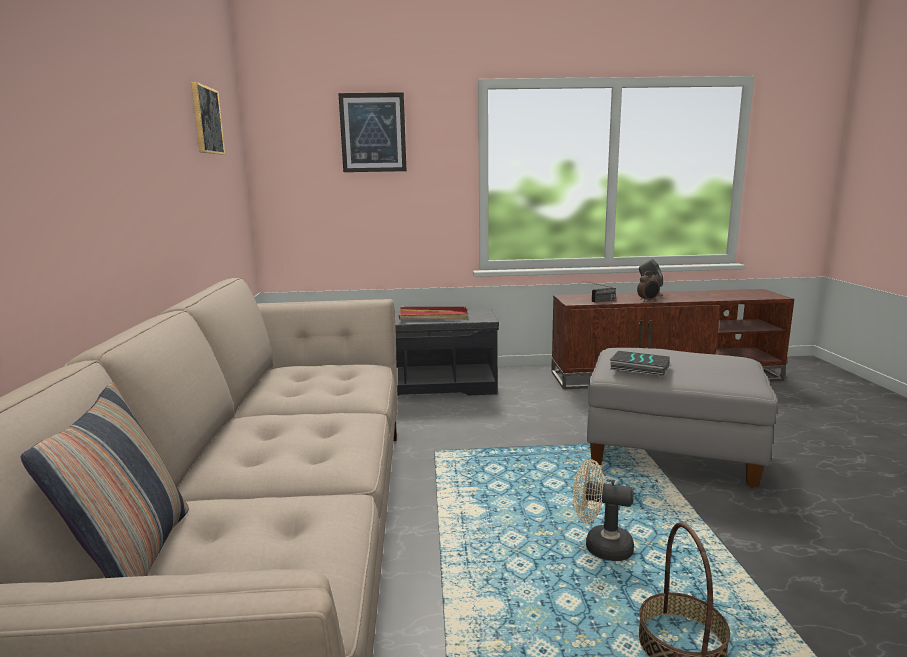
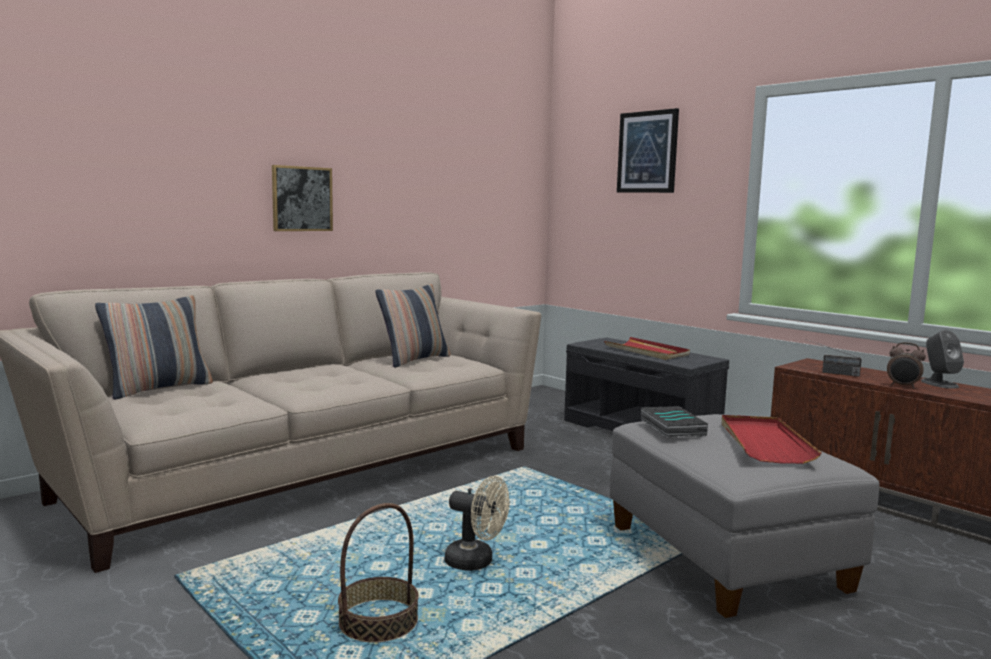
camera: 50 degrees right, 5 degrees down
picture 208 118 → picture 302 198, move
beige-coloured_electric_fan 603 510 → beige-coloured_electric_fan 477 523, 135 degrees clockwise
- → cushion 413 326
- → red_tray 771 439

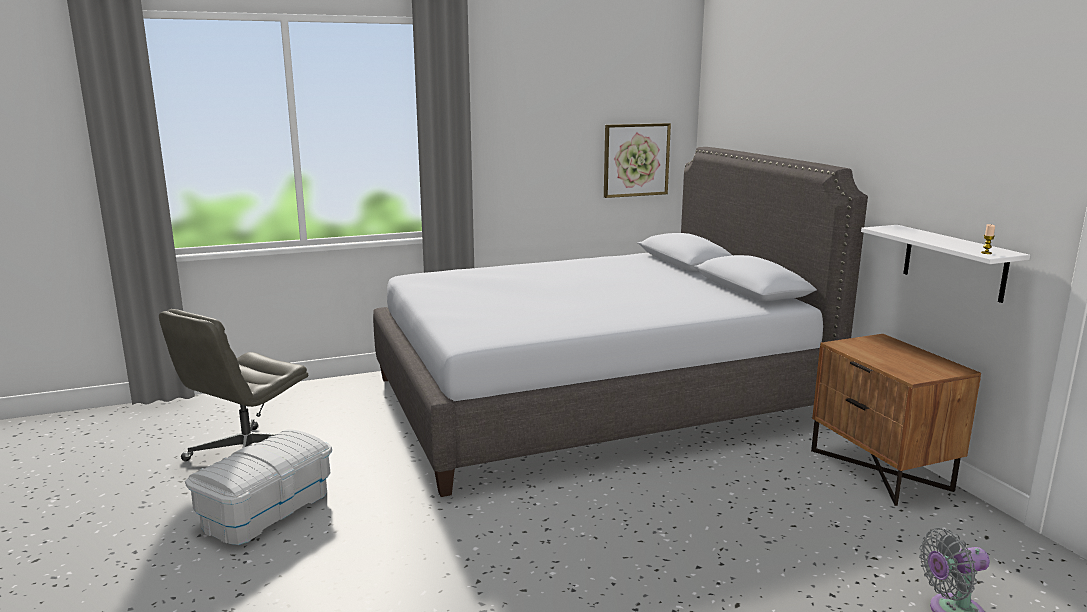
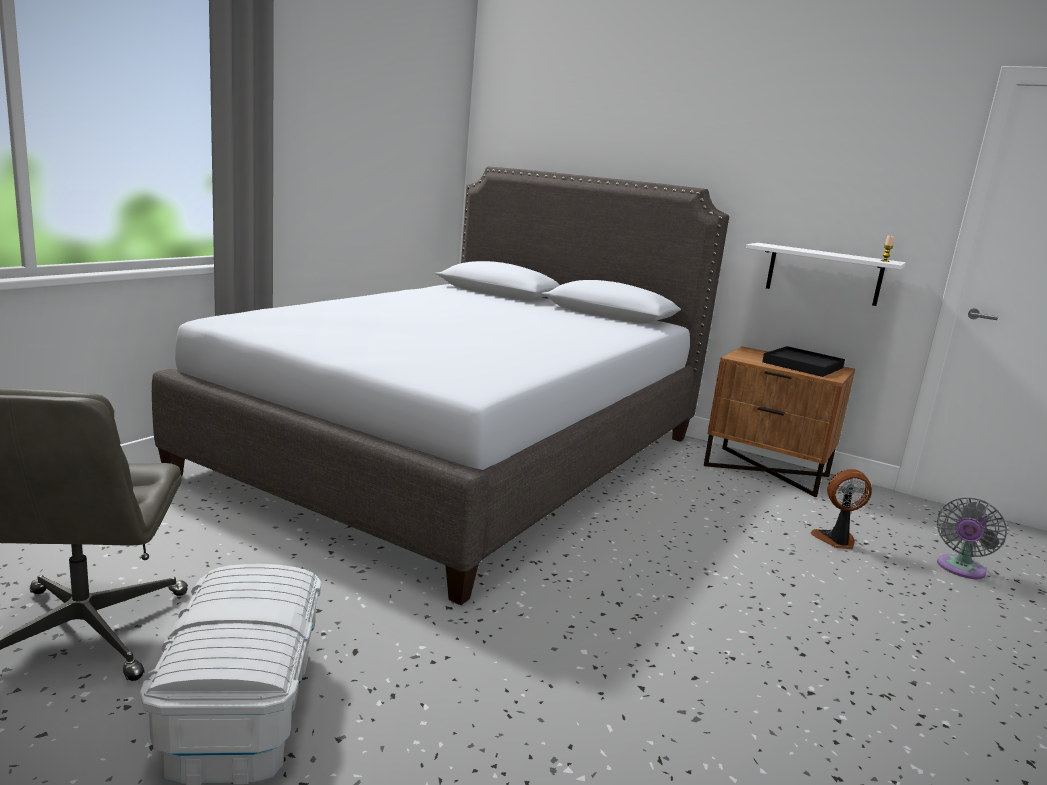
camera: 40 degrees left, 0 degrees up
picture 637 160 → -
- → blackish_tray 803 361
- → electric_fan 841 509

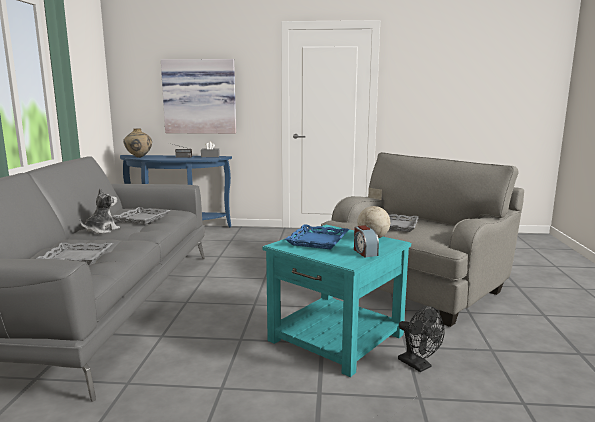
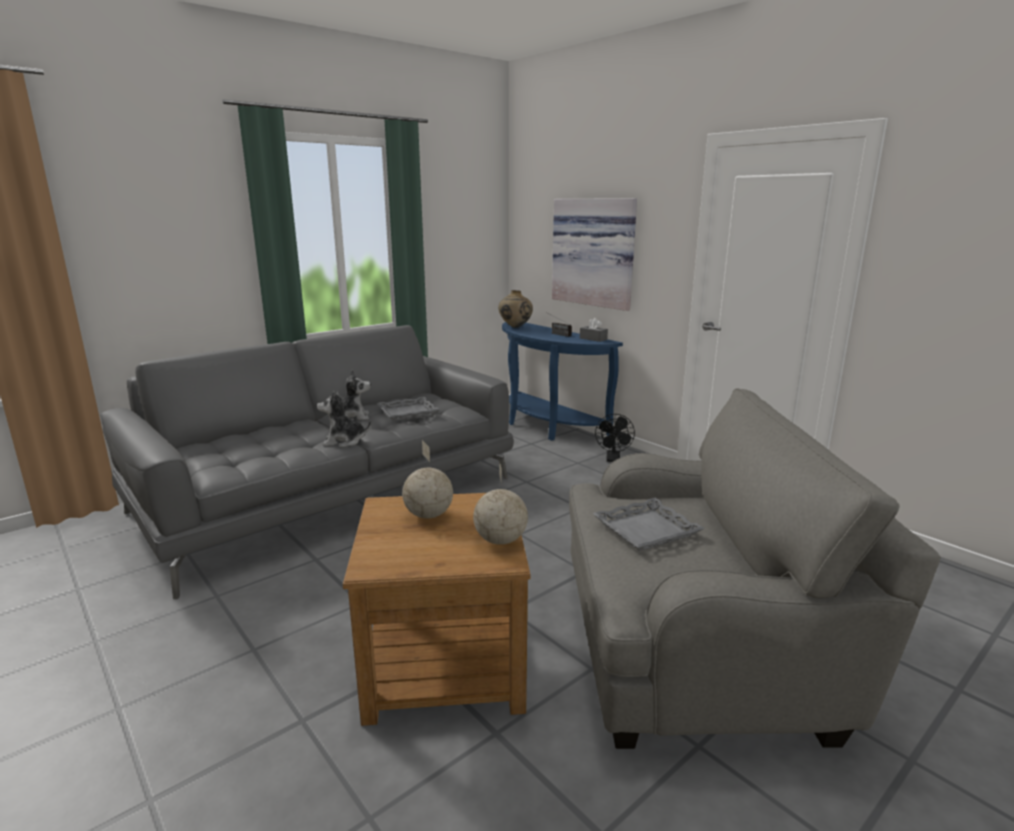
camera: 45 degrees right, 5 degrees up
greyish_tray 74 254 → -
turquoise_end_table 337 301 → brownish_end_table 436 609
bluish_tray 317 237 → globe 427 479
alarm_clock 366 241 → -
blackish_electric_fan 421 339 → blackish_electric_fan 615 438, move
- → soft_toy 344 419

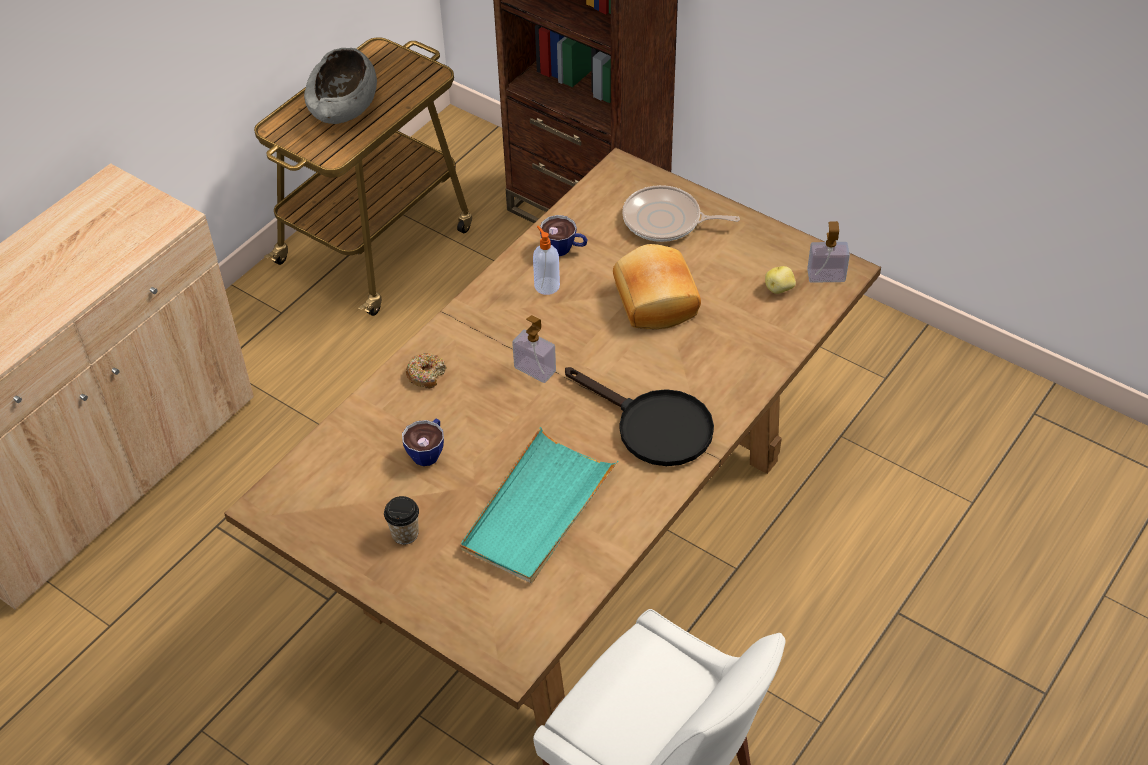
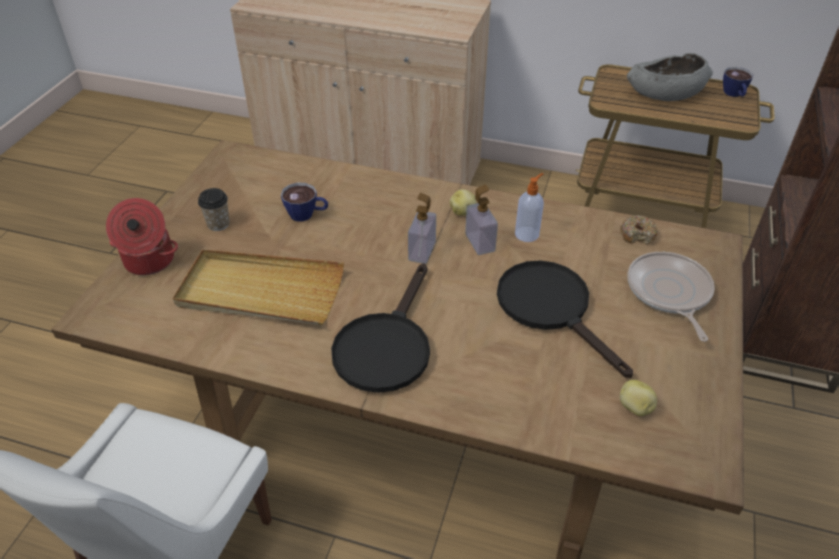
camera: 70 degrees right, 5 degrees down
donut 426 371 → donut 639 229, move
turquoise_tray 539 505 → beige-coloured_tray 258 287
small_cup 564 235 → small_cup 738 82, move
bakery_bread 657 286 → blackish_skillet 565 319
liquid_soap_bottle 828 252 → liquid_soap_bottle 481 219, move
- → stockpot 142 236
- → potato 463 202

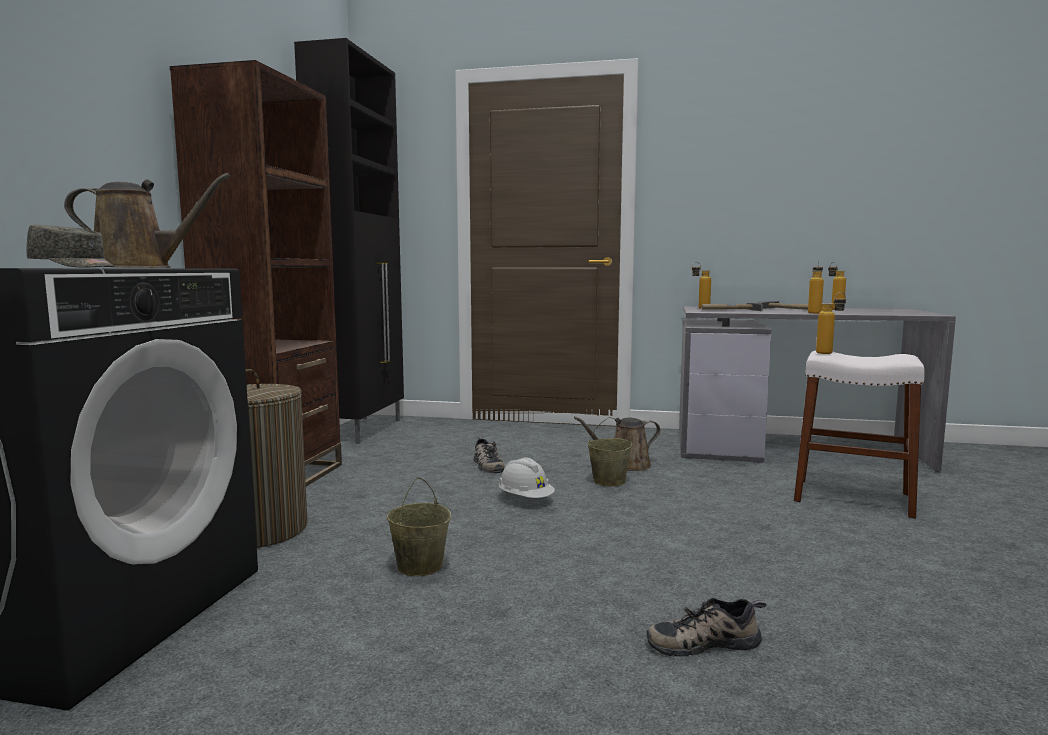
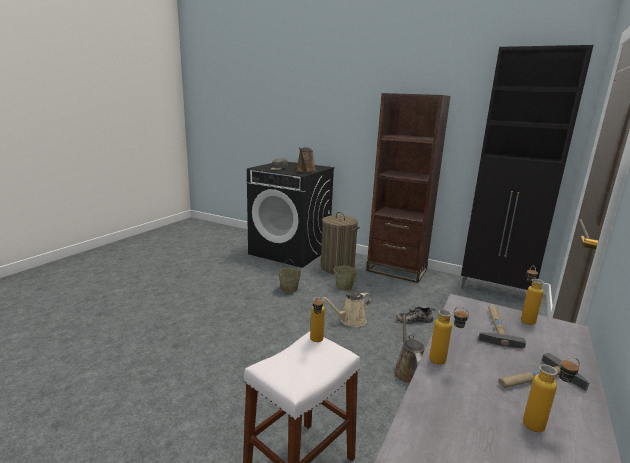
camera: 105 degrees right, 10 degrees up
white_safety_helmet 526 478 → beige-coloured_watering_can 347 309
beige-coloured_bucket 610 452 → beige-coloured_bucket 346 274, move
item_of_footwear 706 627 → -

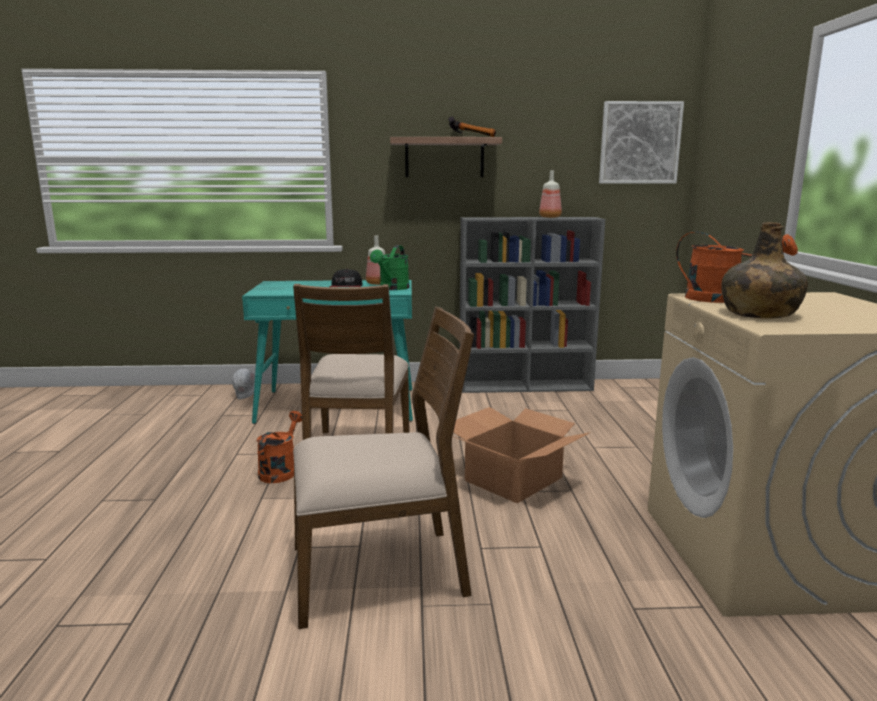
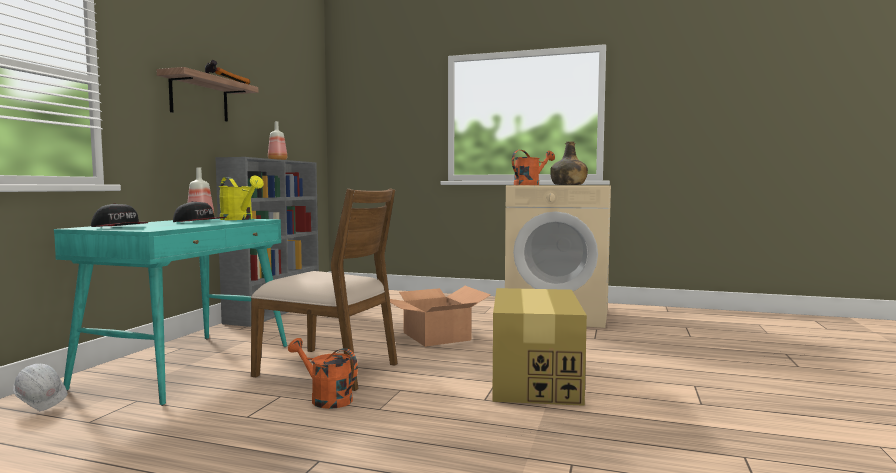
camera: 70 degrees left, 10 degrees down
brownish_plain_chair 383 467 → packing_box 539 347
green_watering_can 389 267 → yellow_watering_can 241 198
picture 641 142 → -
- → baseball_cap 120 215

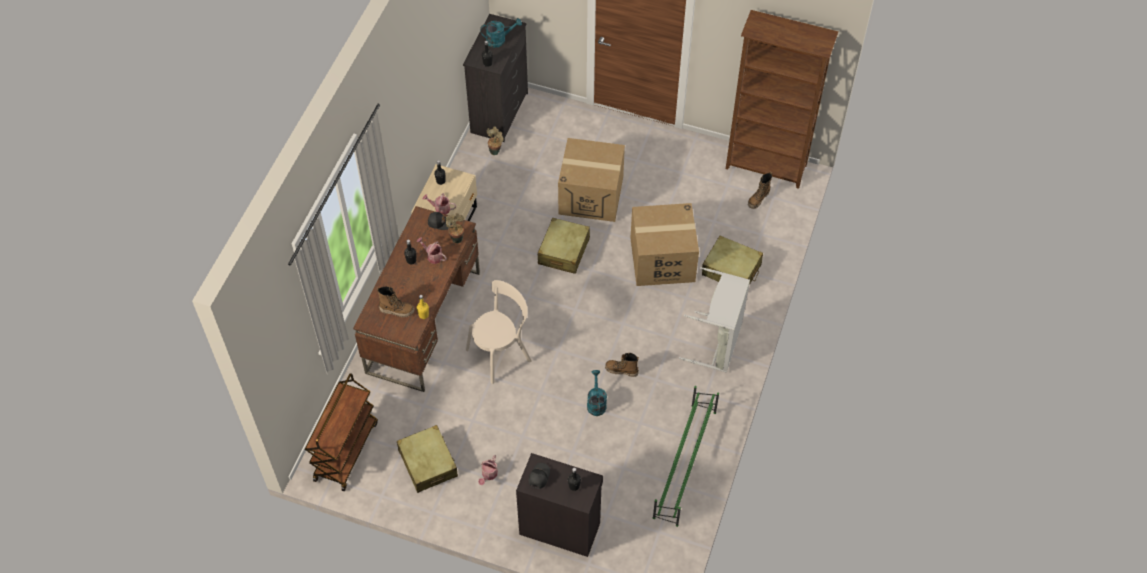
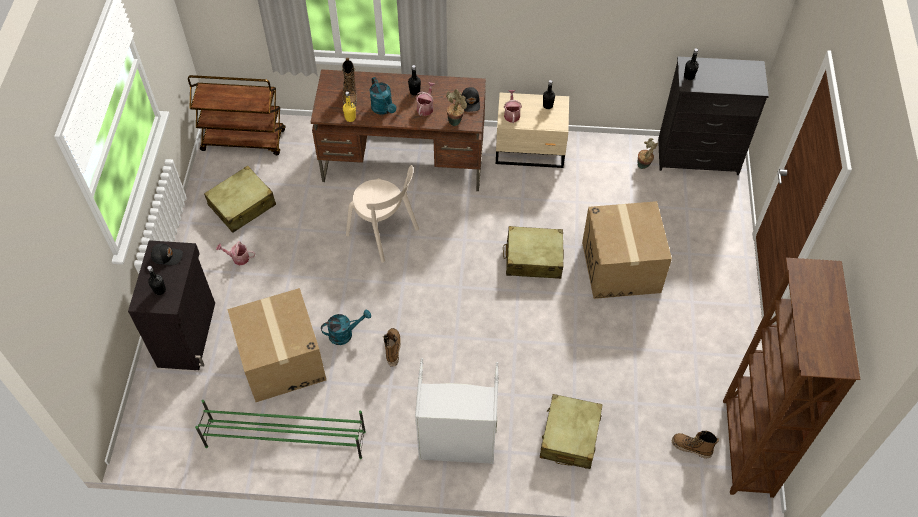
camera: 75 degrees right, 0 degrees up
turquoise_watering_can 501 33 → turquoise_watering_can 383 96, move
packing_box 664 244 → packing_box 276 345, move

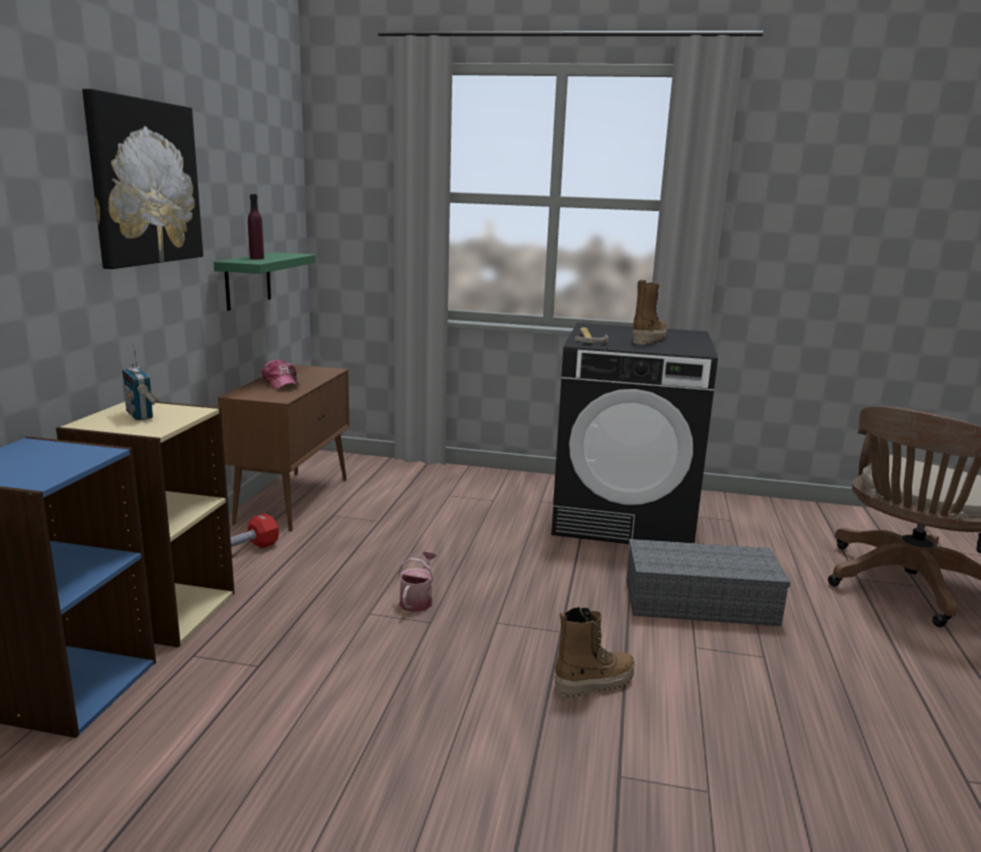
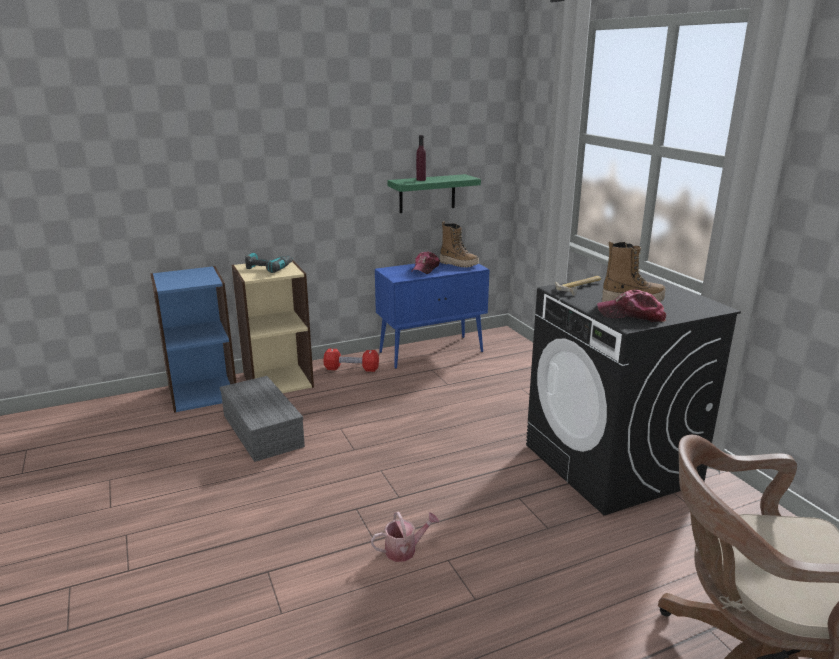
camera: 55 degrees right, 5 degrees up
picture 142 179 → -
radio_receiver 140 382 → drill 269 263
brownish_cabinet 283 447 → bluish_cabinet 432 316
watering_can 417 582 → watering_can 405 537, move
high-top_boot 594 652 → high-top_boot 459 244, move
greyish_storage_box 708 582 → greyish_storage_box 262 419, move
- → baseball_cap 632 306

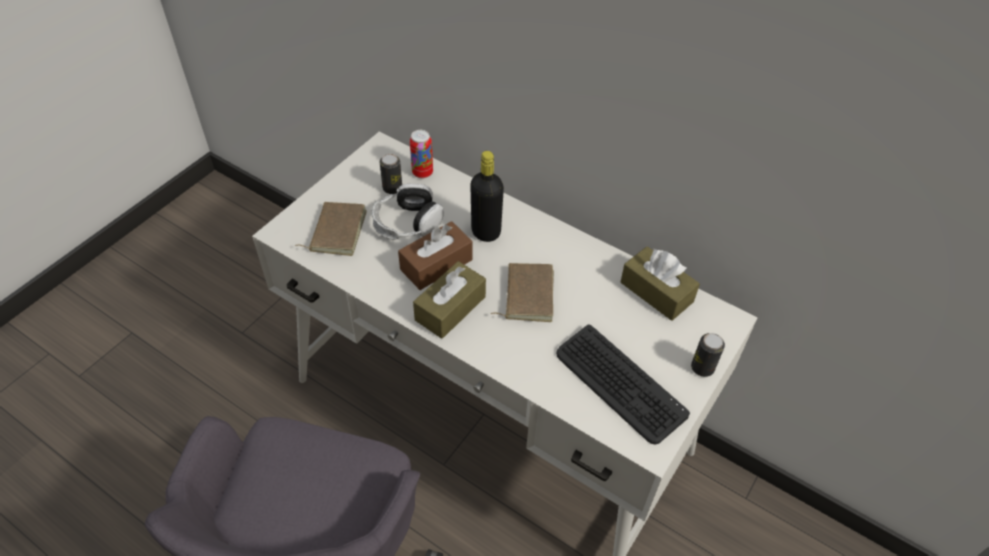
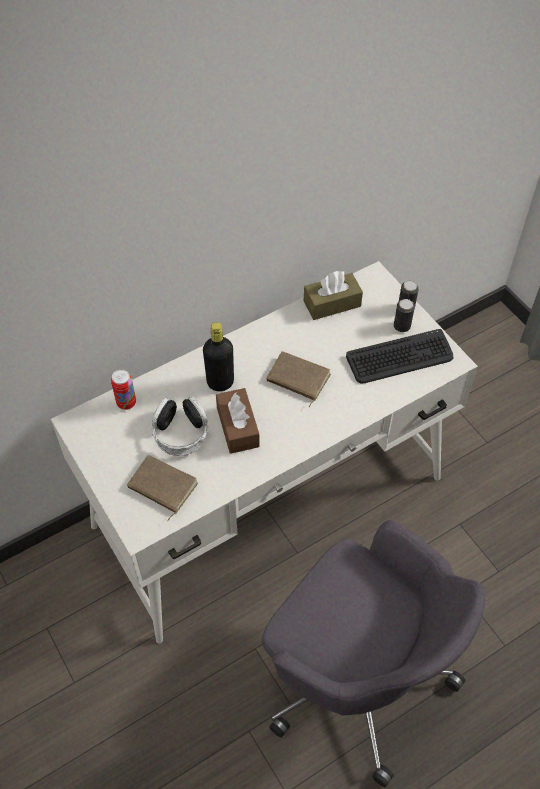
camera: 65 degrees left, 5 degrees up
sealed_can 391 174 → sealed_can 404 315, move
brownish_tissue_box 449 300 → -

